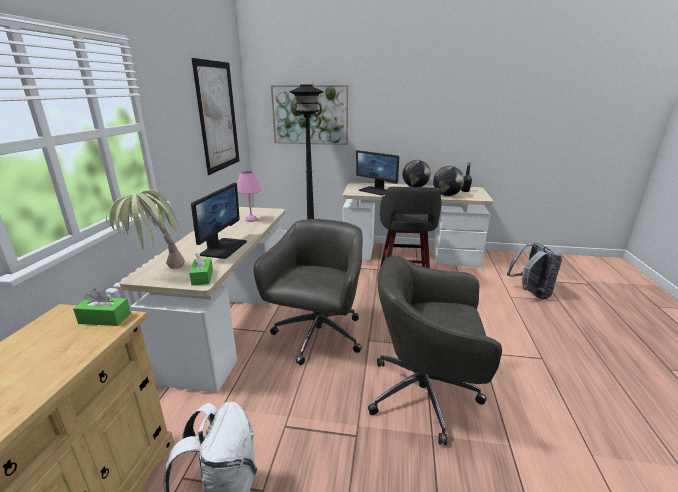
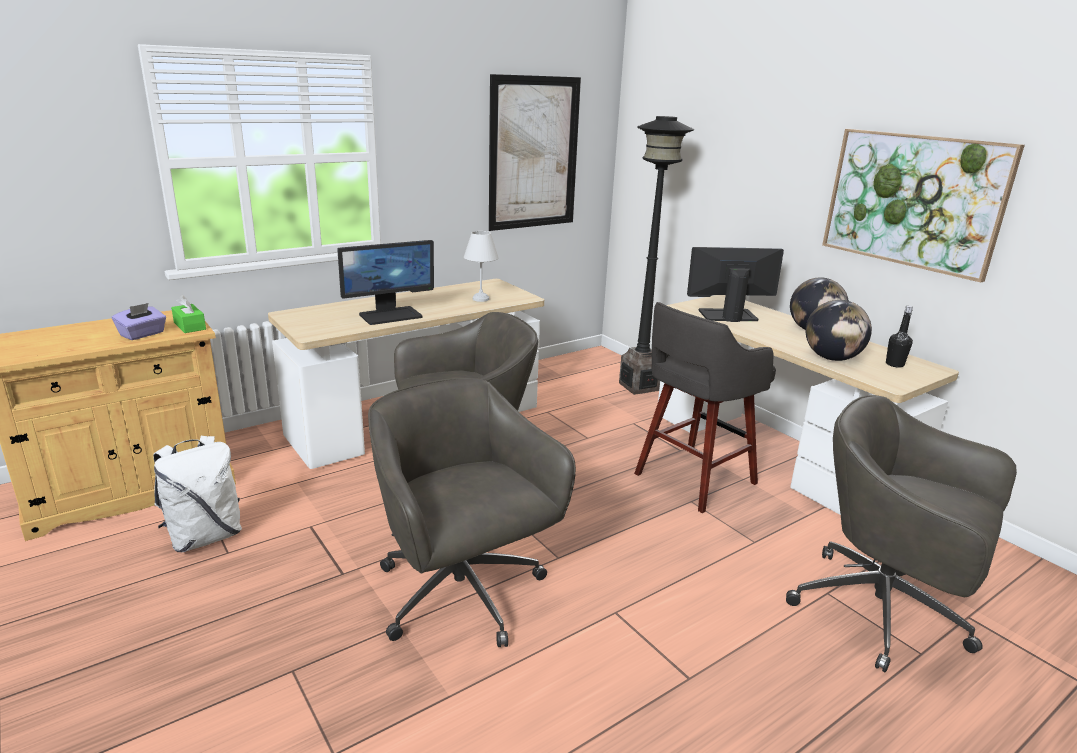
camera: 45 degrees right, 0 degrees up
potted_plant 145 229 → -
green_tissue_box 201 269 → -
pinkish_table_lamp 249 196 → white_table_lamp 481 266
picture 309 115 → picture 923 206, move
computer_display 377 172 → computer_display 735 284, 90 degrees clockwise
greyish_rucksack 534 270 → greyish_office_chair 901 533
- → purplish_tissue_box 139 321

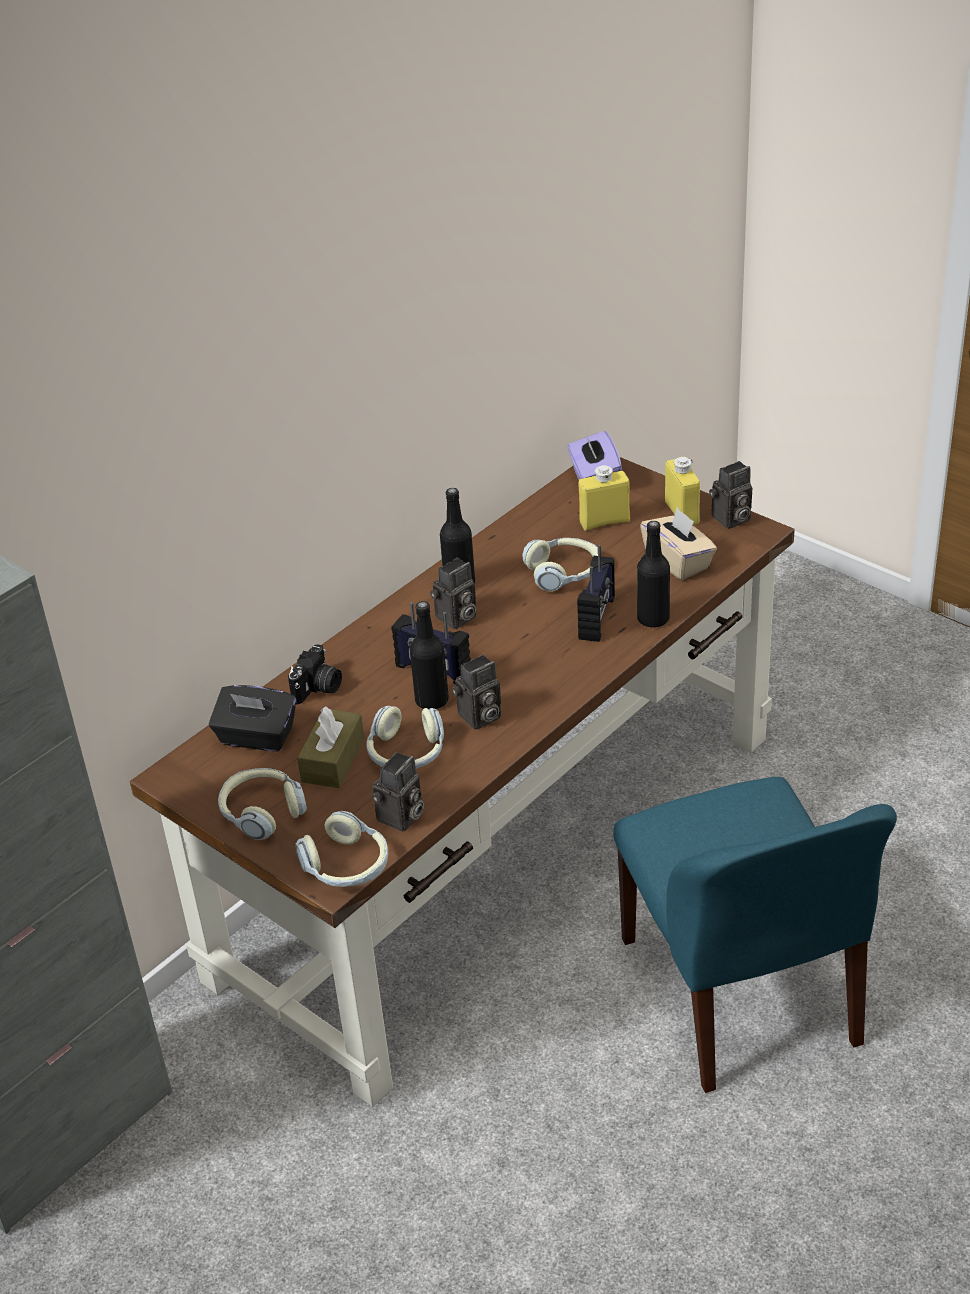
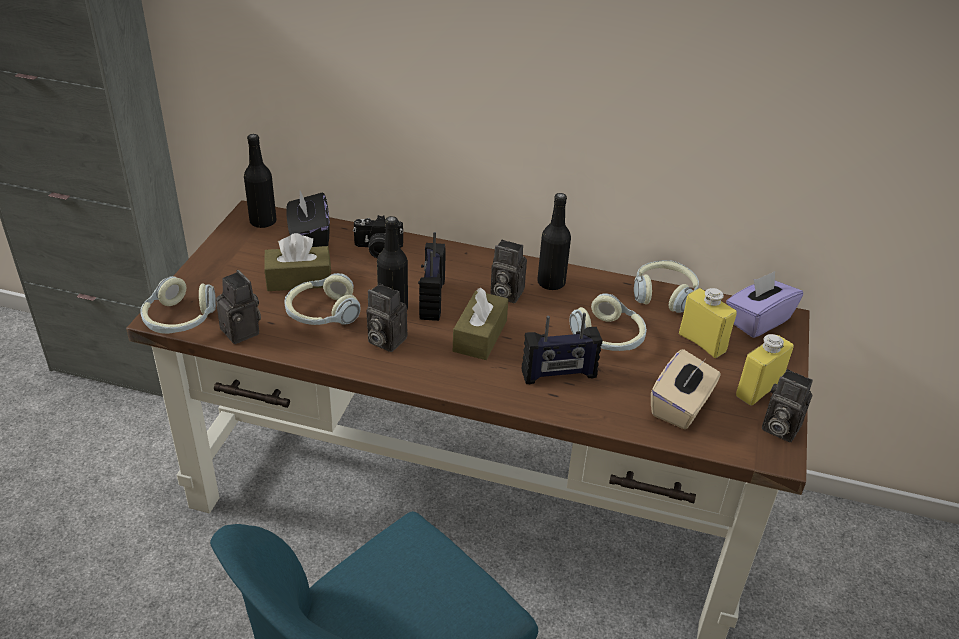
camera: 60 degrees right, 0 degrees up
pair_of_headphones 262 804 → pair_of_headphones 666 286, move
photo_camera 397 792 → photo_camera 238 307, 135 degrees counterclockwise
blackish_beverage_bottle 653 574 → blackish_beverage_bottle 260 181, move
- → brownish_tissue_box 480 324

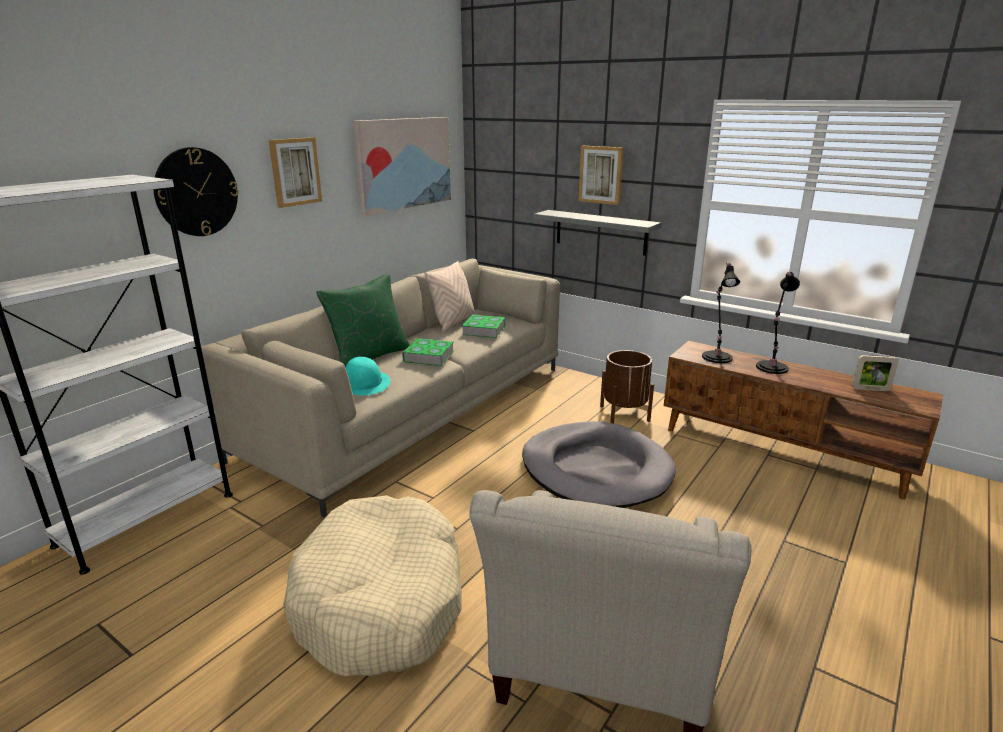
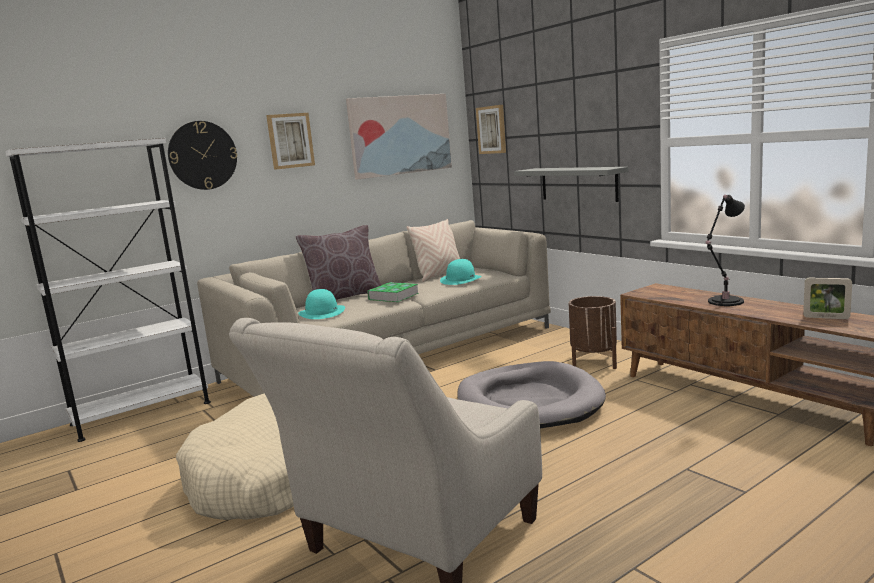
camera: 20 degrees right, 10 degrees down
green_cushion 363 321 → brownish_cushion 338 262
bound_book 484 326 → turquoise_clothing_hat 461 272
picture 601 175 → picture 491 129, move
blackish_table_lamp 721 313 → -

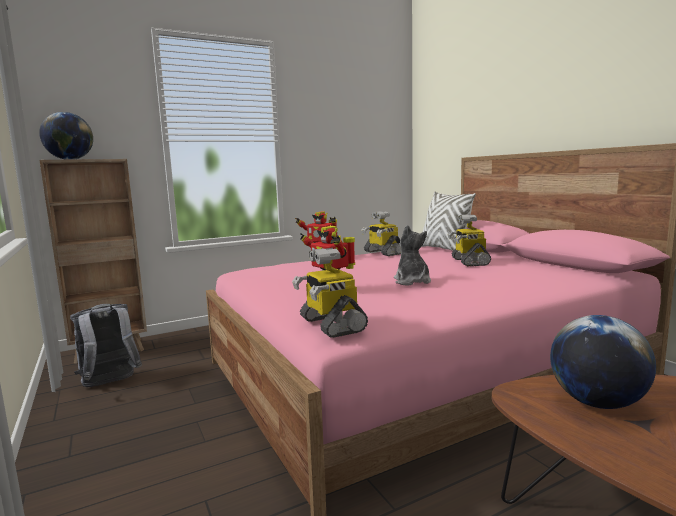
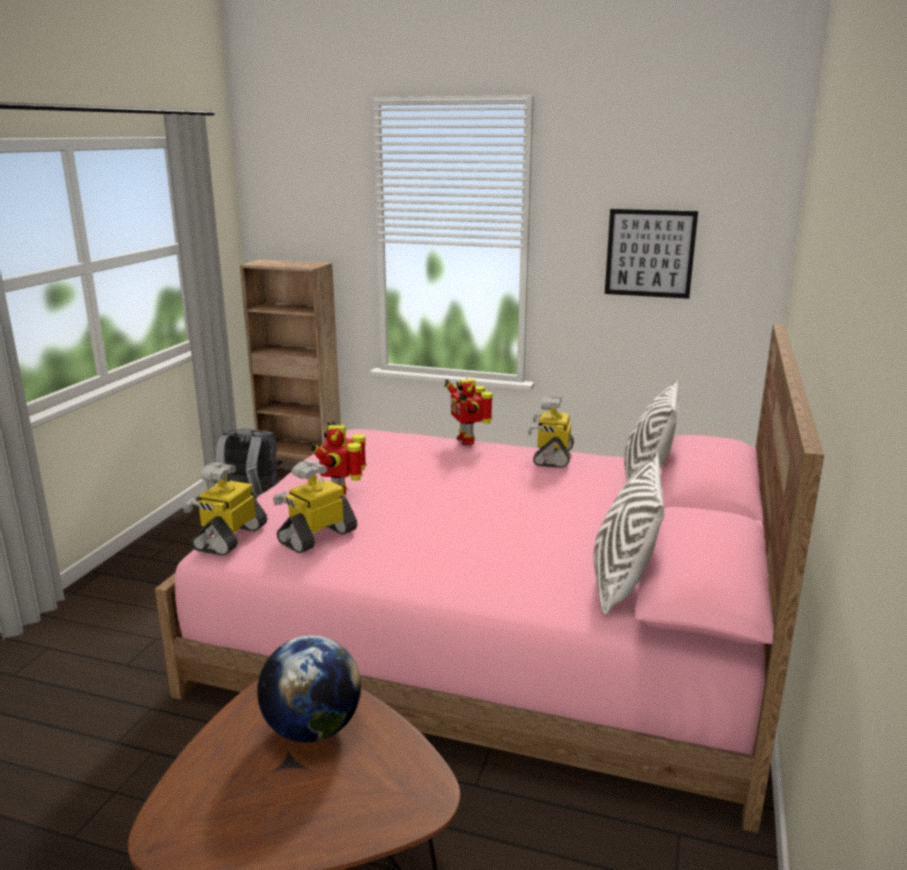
camera: 45 degrees right, 10 degrees up
globe 66 136 → -
soft_toy 412 255 → -
toy_robot 469 240 → toy_robot 315 506, move
- → white_cushion 628 533
- → picture 651 254

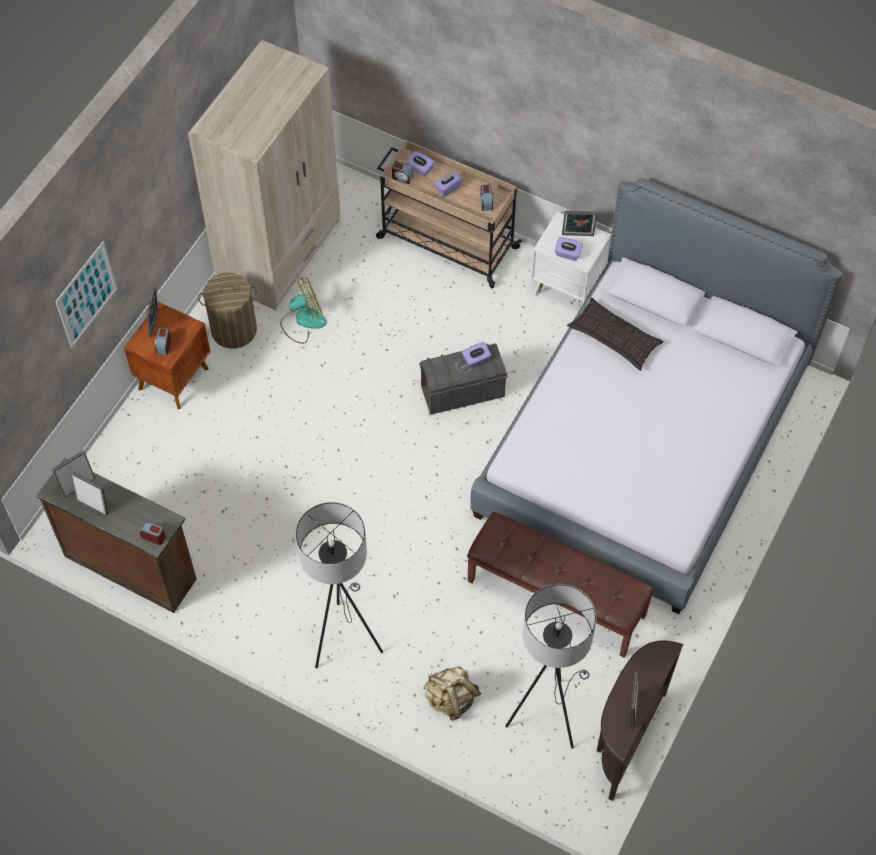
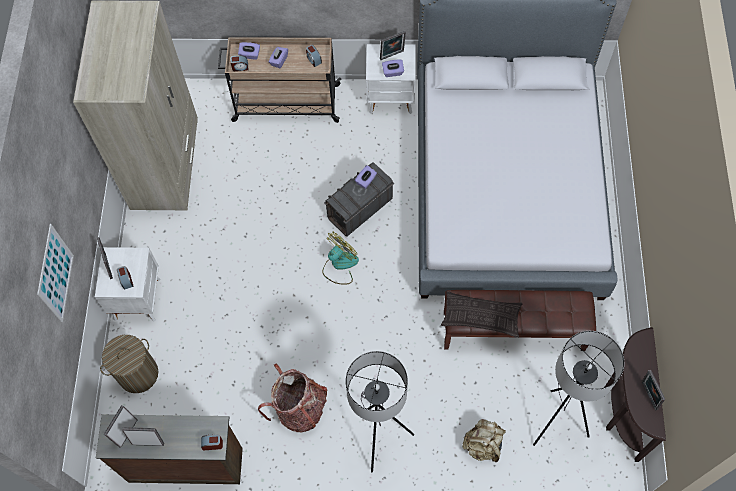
camera: 25 degrees left, 5 degrees up
brownish_night_table 167 355 → white_night_table 128 284
hamper 227 310 → hamper 129 364, move
electric_fan 303 310 → electric_fan 340 258, move
cushion 615 334 → cushion 481 314, move
- → rucksack 293 398

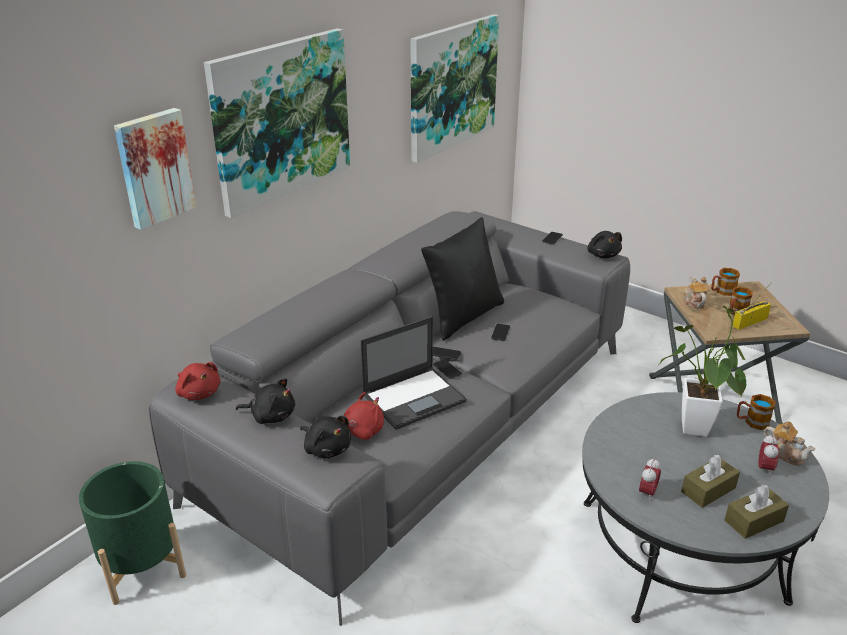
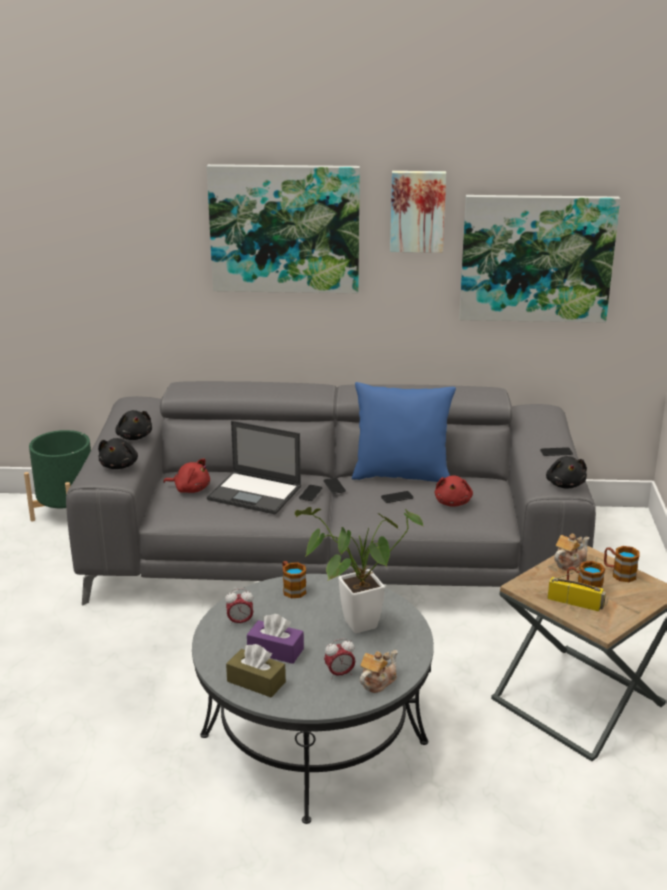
camera: 55 degrees right, 5 degrees down
picture 155 169 → picture 418 212, move
red_soft_toy 198 381 → red_soft_toy 454 491, move
blackish_cushion 462 279 → bluish_cushion 404 432
blackish_soft_toy 604 244 → blackish_soft_toy 566 472, 45 degrees counterclockwise
brownish_tissue_box 710 481 → purplish_tissue_box 275 639
coffee_mug 756 412 → coffee_mug 294 579, move
tea_pot 789 443 → tea_pot 379 671, 150 degrees counterclockwise

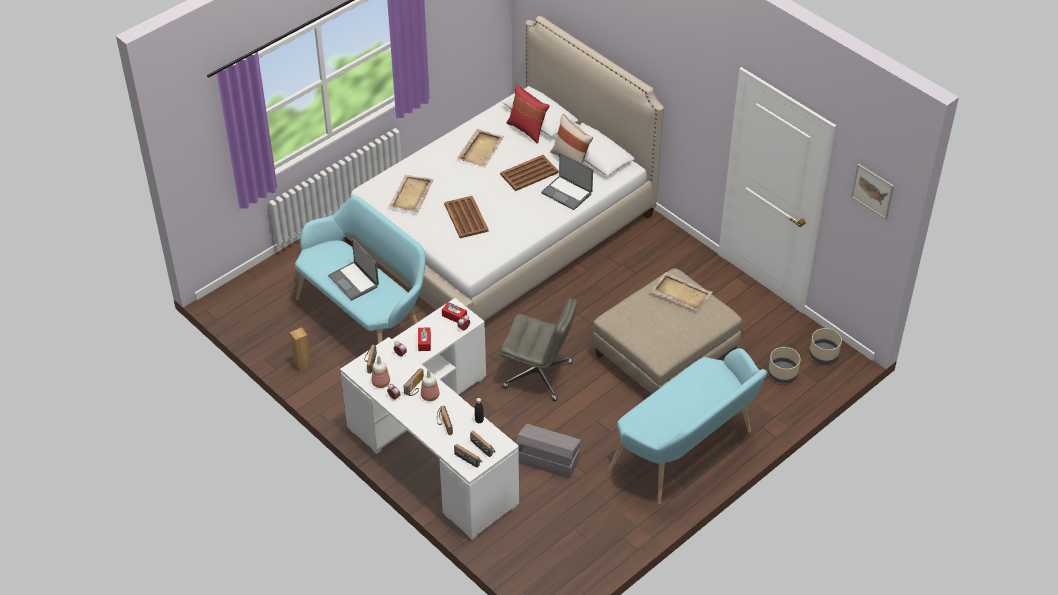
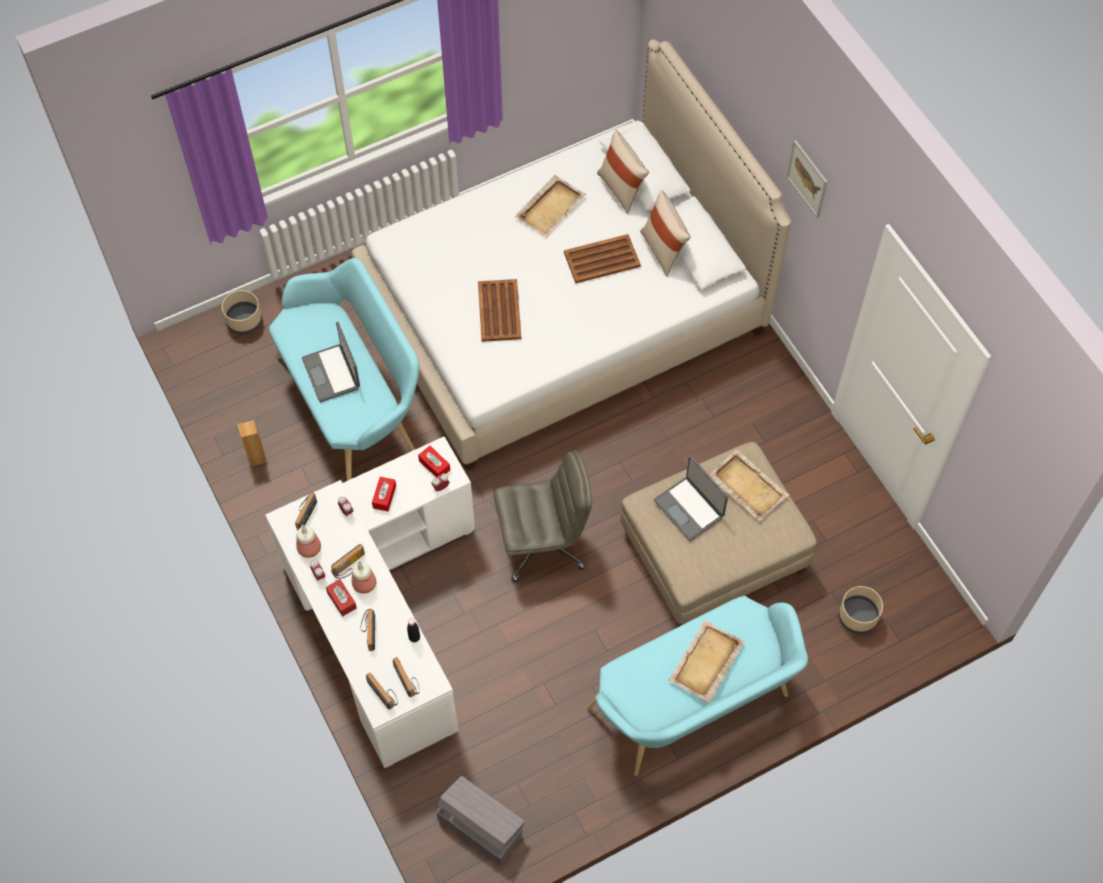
camera: 15 degrees right, 15 degrees up
beige-coloured_tray 411 193 → beige-coloured_tray 707 661, move
greyish_office_chair 538 349 → greyish_office_chair 542 516, 45 degrees counterclockwise
red_cushion 528 114 → beige-coloured_cushion 623 172
greyish_storage_box 549 451 → greyish_storage_box 480 820, move
notebook_computer 567 181 → notebook_computer 691 498, move
beige-coloured_flower_pot 825 346 → beige-coloured_flower_pot 242 312, move
picture 872 191 → picture 807 179, move
- → red_tissue_box 341 597

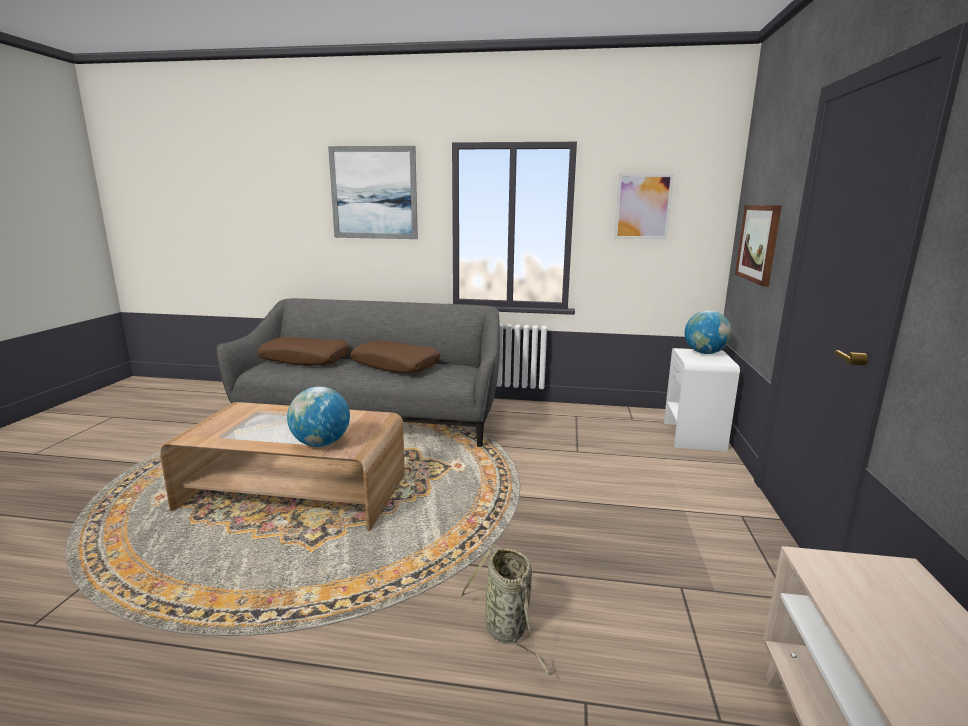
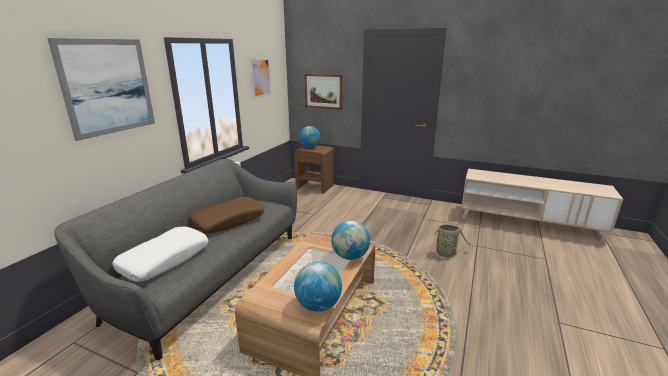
camera: 75 degrees left, 5 degrees up
brownish_cushion 303 351 → white_cushion 160 254
white_night_table 702 400 → brownish_night_table 313 169
- → globe 318 287

